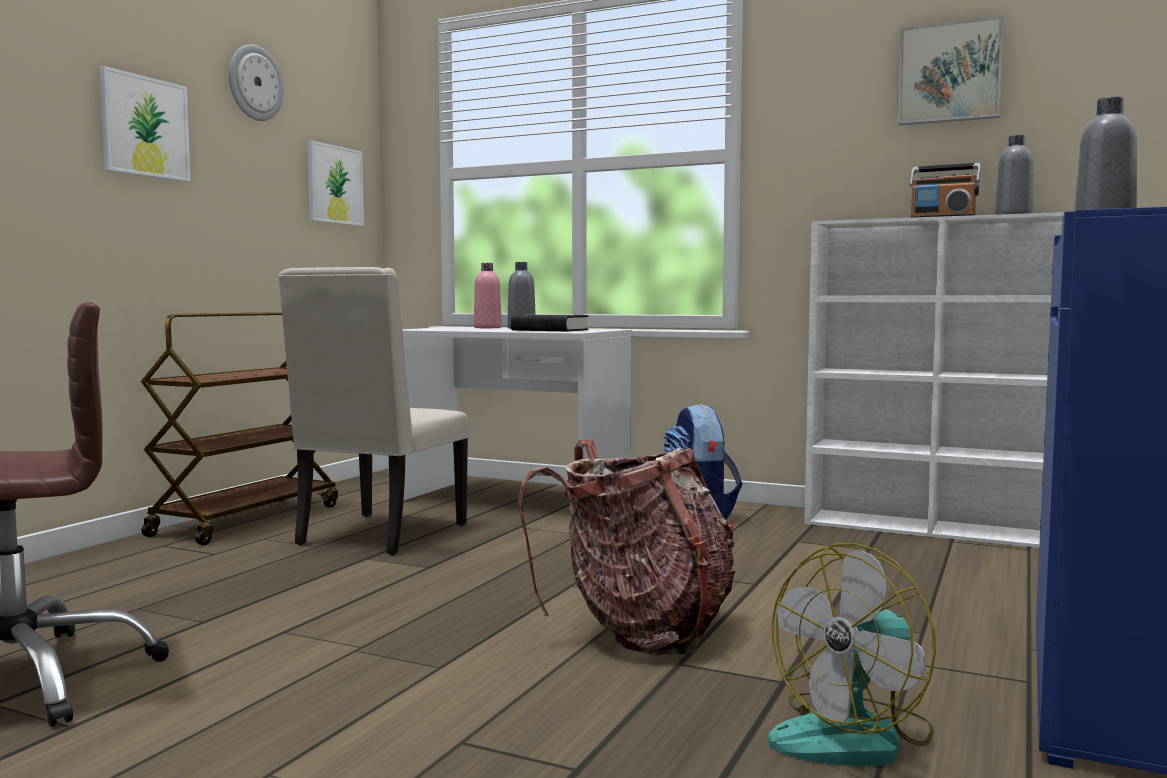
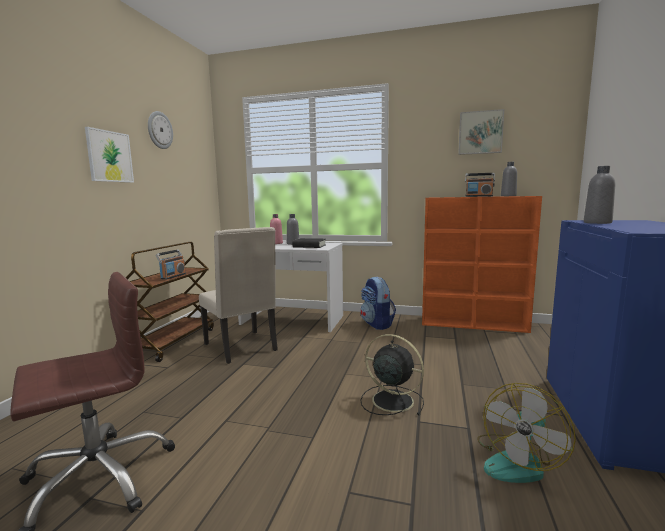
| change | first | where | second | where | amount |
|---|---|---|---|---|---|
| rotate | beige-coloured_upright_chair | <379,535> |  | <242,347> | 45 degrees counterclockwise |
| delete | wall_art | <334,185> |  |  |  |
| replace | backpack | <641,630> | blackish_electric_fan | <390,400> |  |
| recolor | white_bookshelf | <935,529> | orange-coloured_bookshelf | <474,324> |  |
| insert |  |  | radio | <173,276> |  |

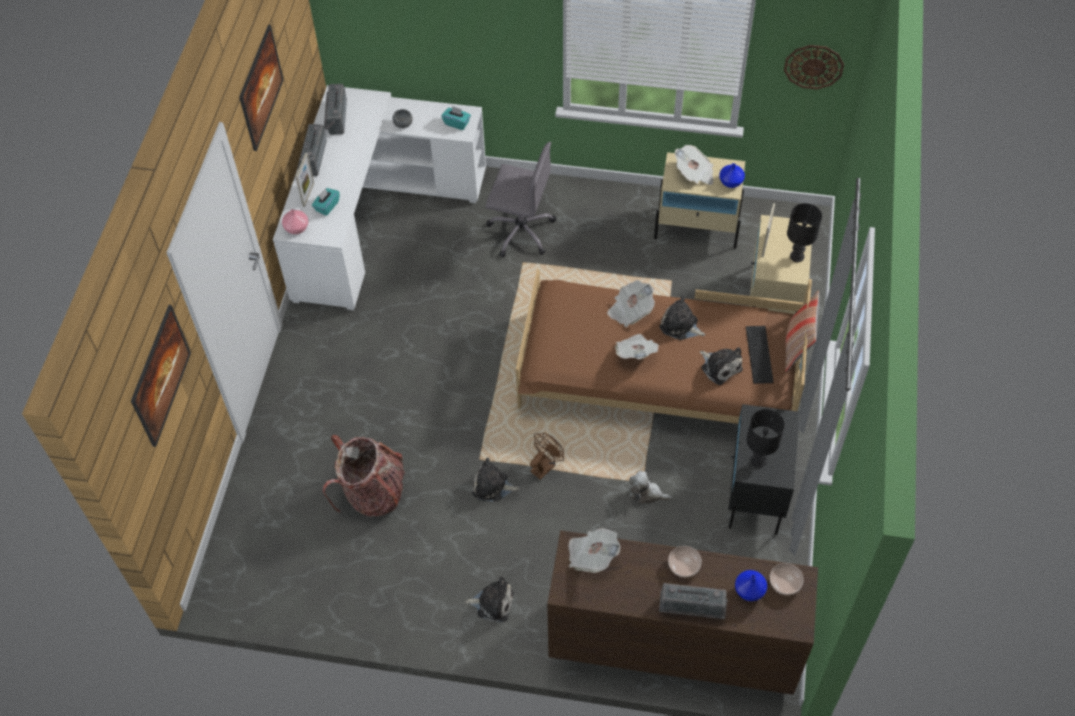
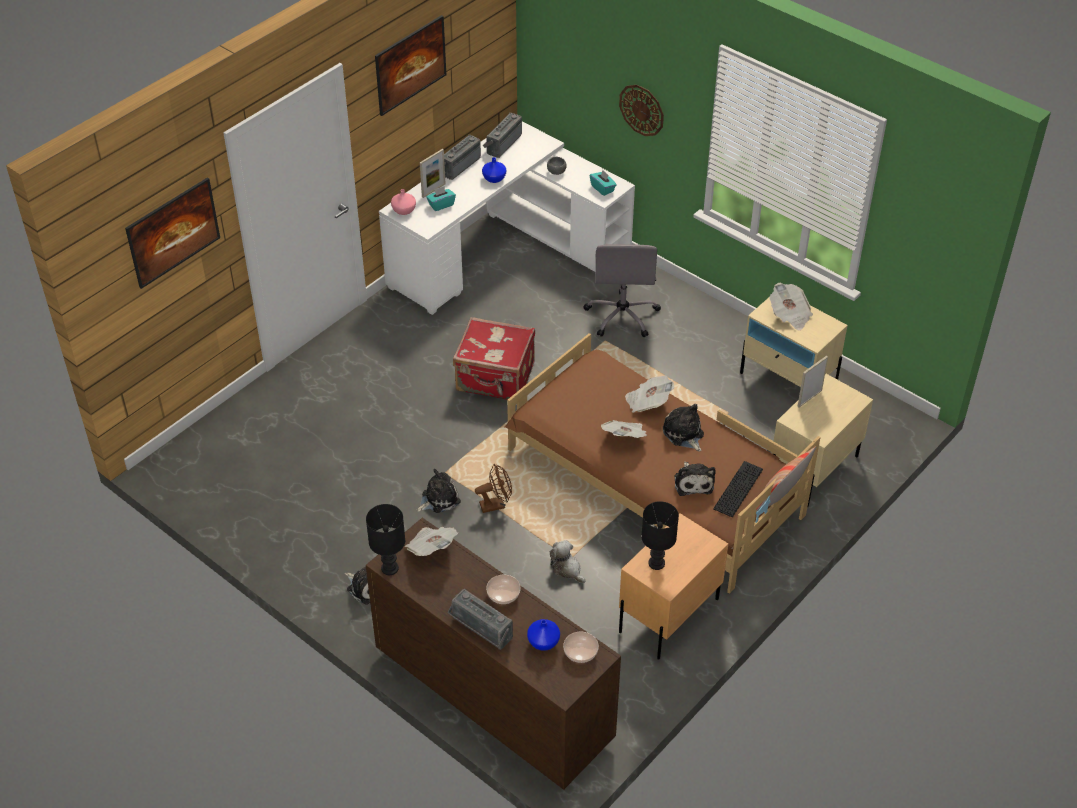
| change | first | where | second | where | amount |
|---|---|---|---|---|---|
| delete | backpack | <372,493> |  |  |  |
| rotate | plush_toy | <492,486> |  | <438,498> | 105 degrees clockwise |
| rotate | greyish_office_chair | <520,231> |  | <622,315> | 45 degrees clockwise |
| move | blue_decorative_vase | <730,182> |  | <494,178> |  |
| recolor | blackish_nightstand | <756,491> | beige-coloured_nightstand | <668,615> |  |
| move | clock_on_the_wall | <813,66> |  | <642,110> |  |
| move | blackish_lamp_for_a_table | <796,257> |  | <389,568> |  |
| insert |  |  | reddish_piece_of_luggage | <495,378> |  |

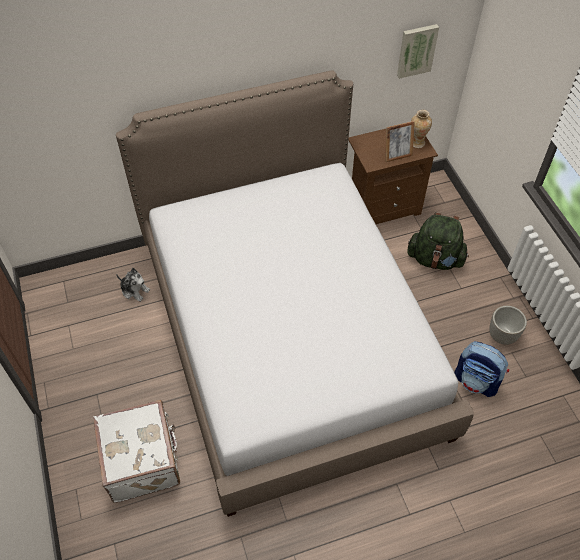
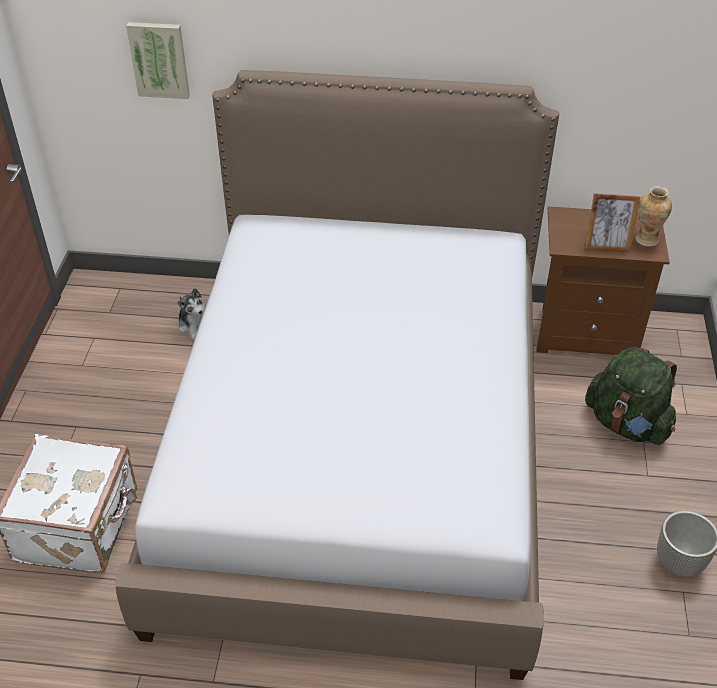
| change | first | where | second | where | amount |
|---|---|---|---|---|---|
| move | wall_art | <416,50> |  | <159,59> |  |
| delete | backpack | <476,381> |  |  |  |

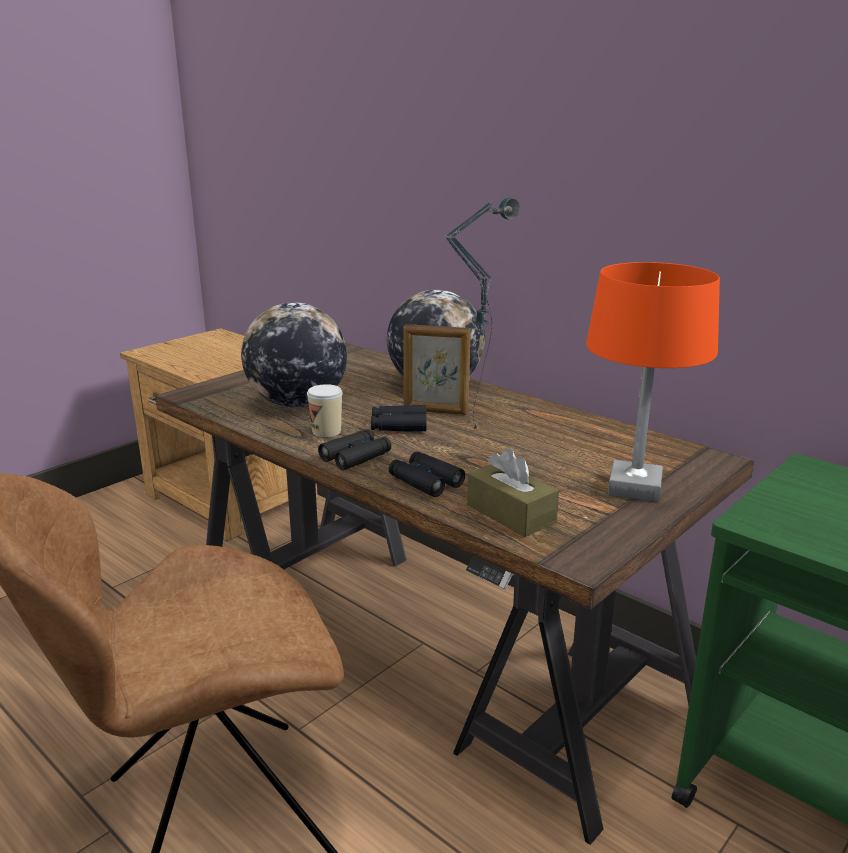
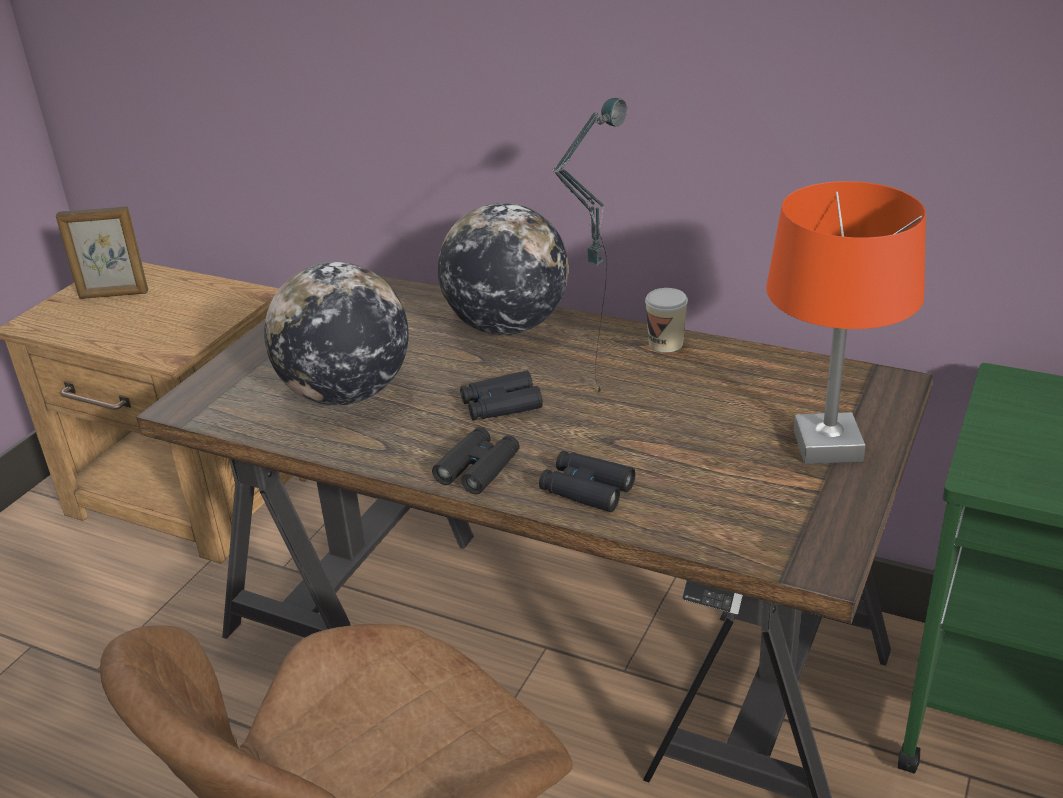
| change | first | where | second | where | amount |
|---|---|---|---|---|---|
| move | cup | <326,431> |  | <665,343> |  |
| move | standing_frame | <435,411> |  | <114,295> |  |
| delete | brown-coloured_tissue_holder | <510,513> |  |  |  |

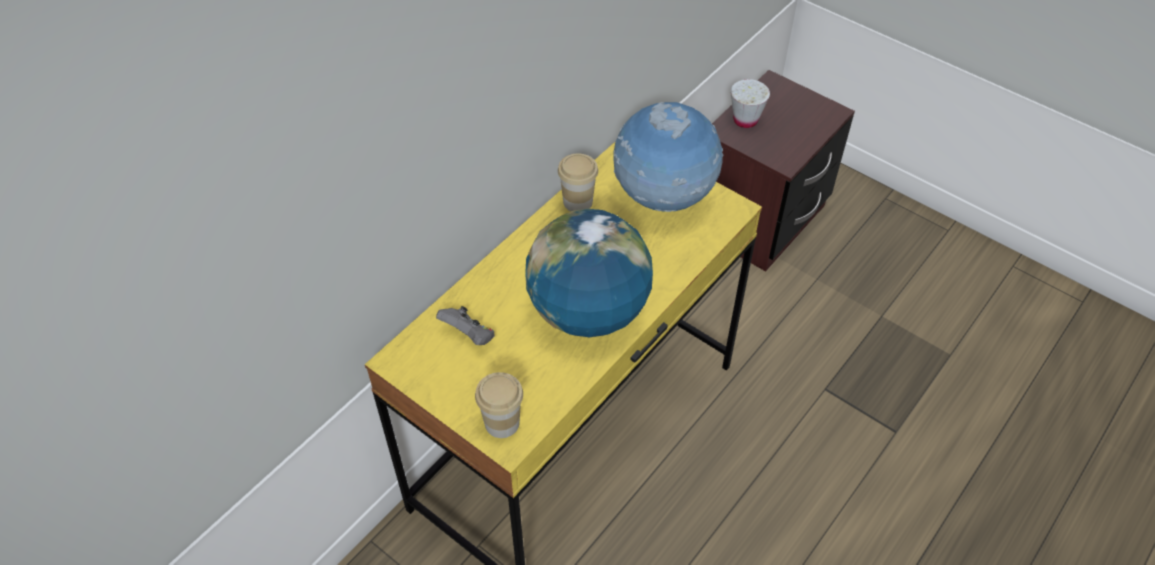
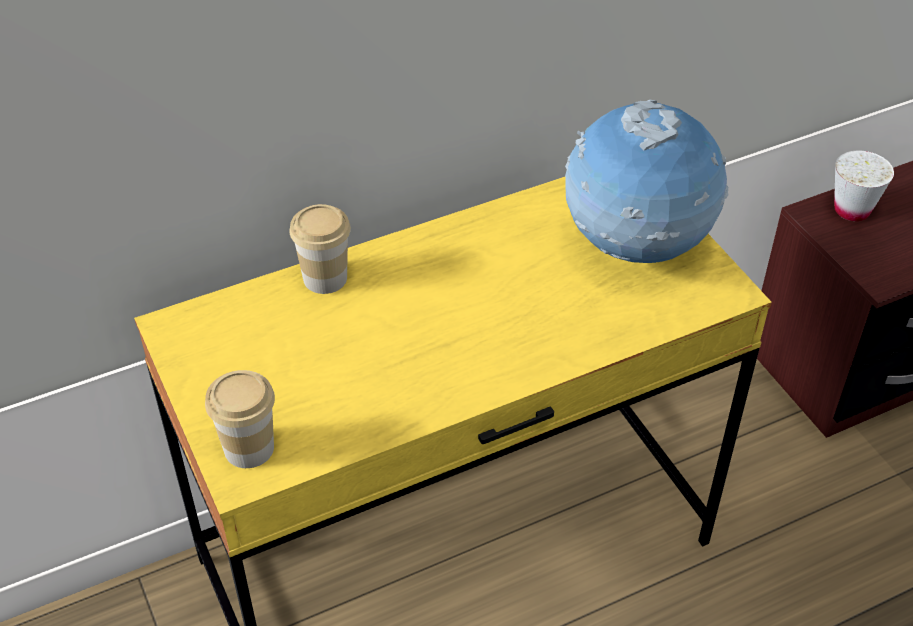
| change | first | where | second | where | amount |
|---|---|---|---|---|---|
| delete | greyish_gamepad | <469,336> |  |  |  |
| delete | globe | <588,312> |  |  |  |
| move | cup | <578,202> |  | <325,278> |  |

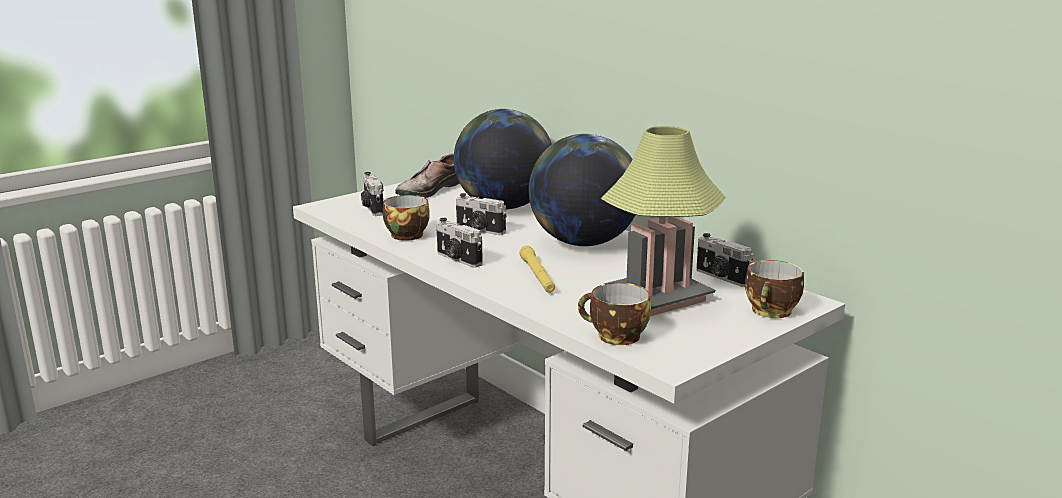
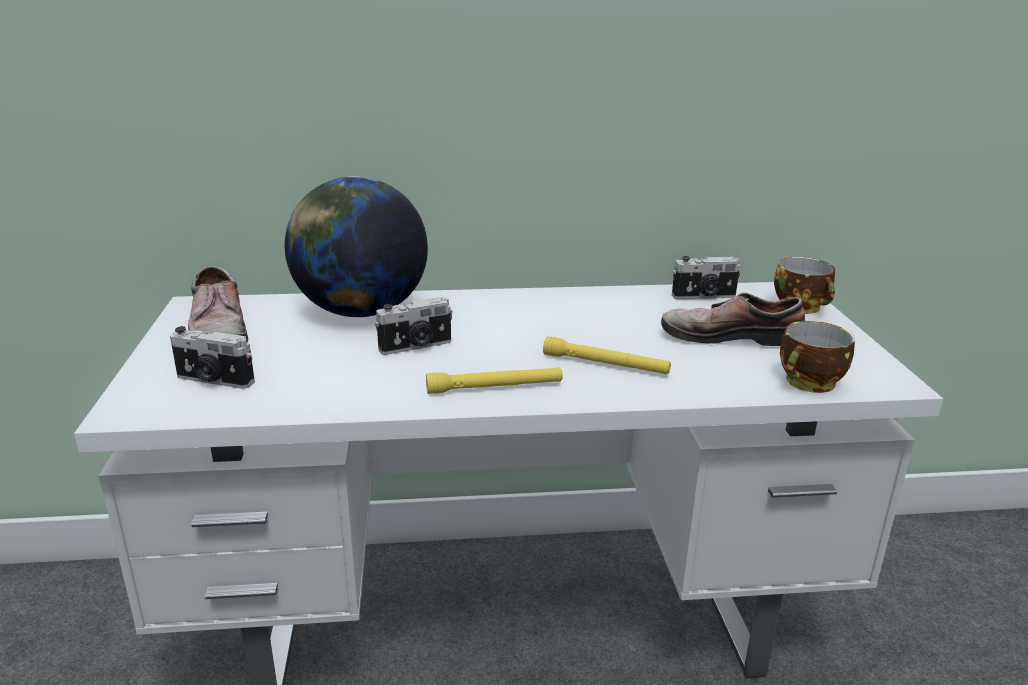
| change | first | where | second | where | amount |
|---|---|---|---|---|---|
| delete | cup | <406,234> |  |  |  |
| replace | still_camera | <458,259> | yellowish_hand_torch | <494,388> |  |
| delete | globe | <583,242> |  |  |  |
| replace | lamp_for_a_table | <658,298> | shoe | <728,335> |  |

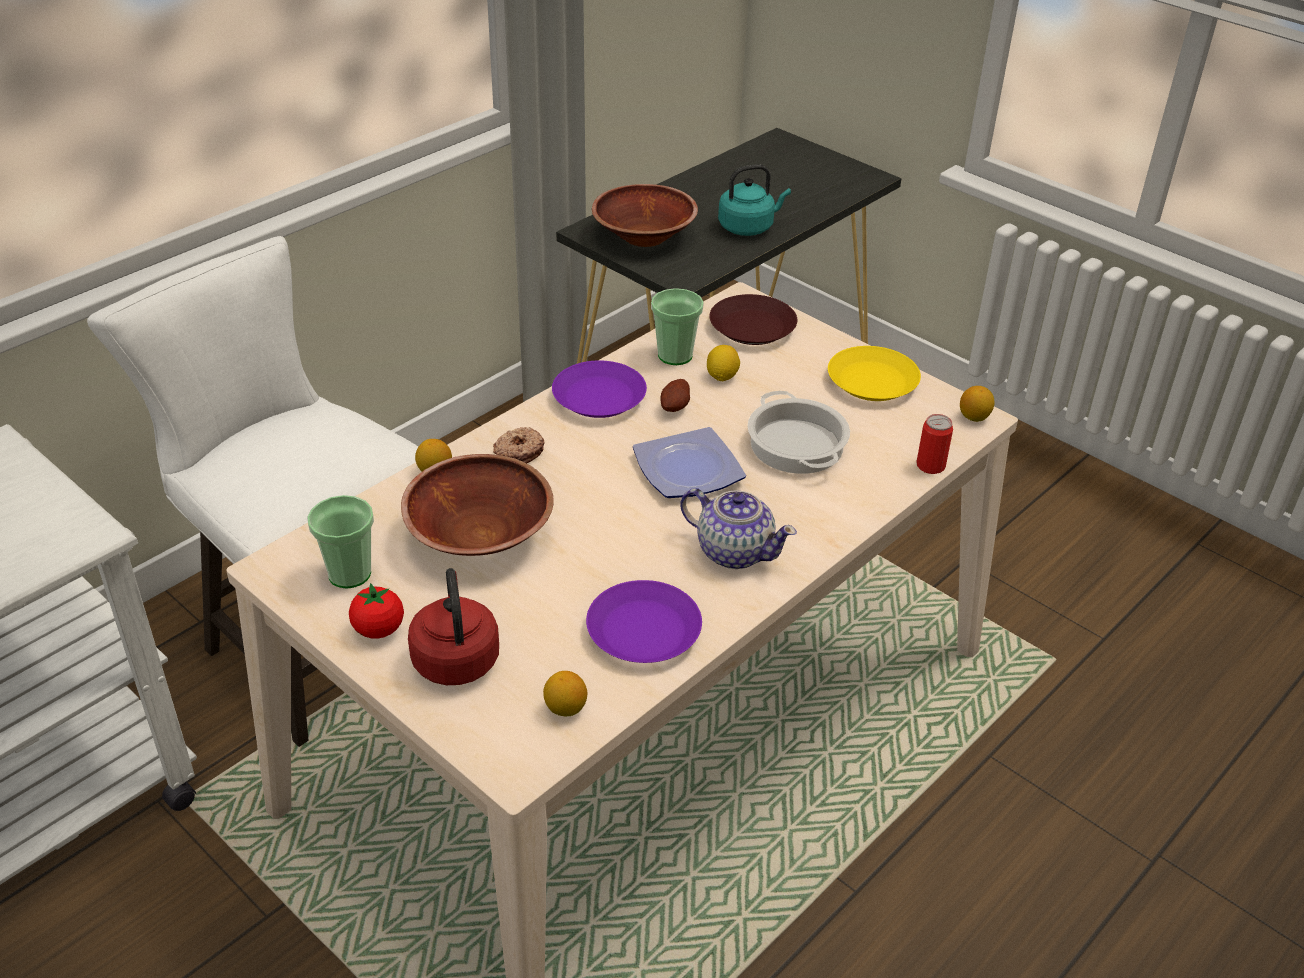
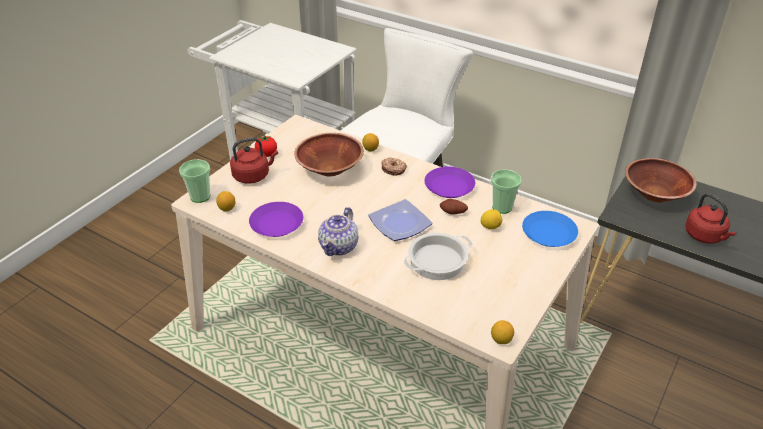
| change | first | where | second | where | amount |
|---|---|---|---|---|---|
| move | cup | <349,574> |  | <200,196> |  |
| recolor | brown-coloured_flat_dish | <753,327> | blue_flat_dish | <549,233> |  |
| recolor | turquoise_tea_kettle | <748,227> | reddish_tea_kettle | <705,236> |  |
| delete | yellowish_flat_dish | <871,382> |  |  |  |
| delete | sealed_can | <930,466> |  |  |  |

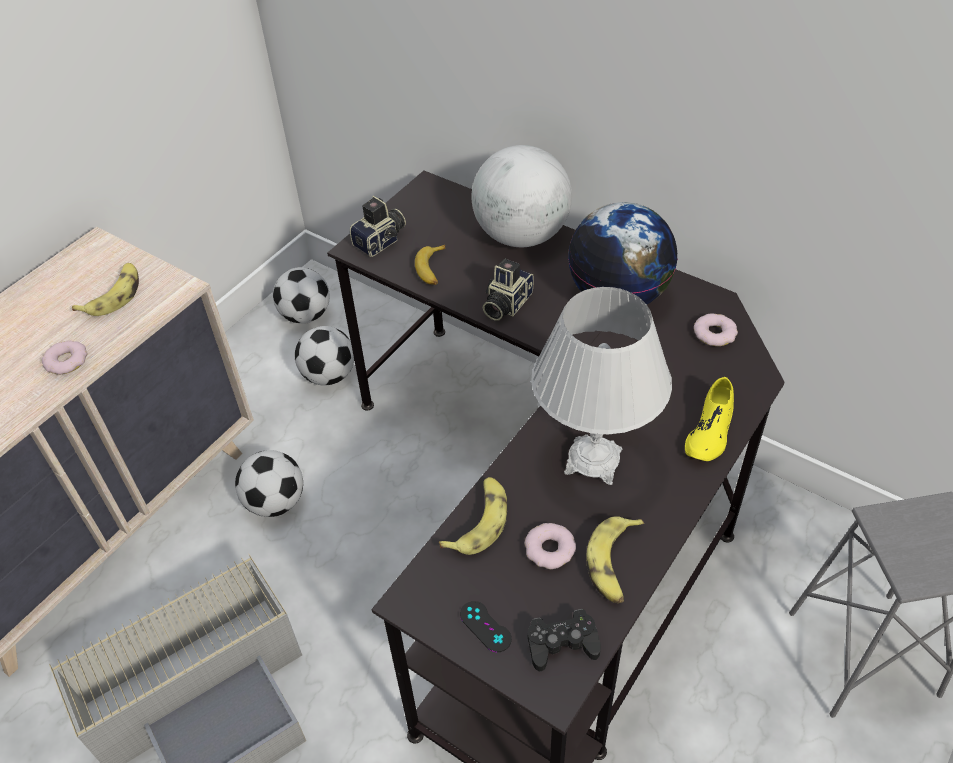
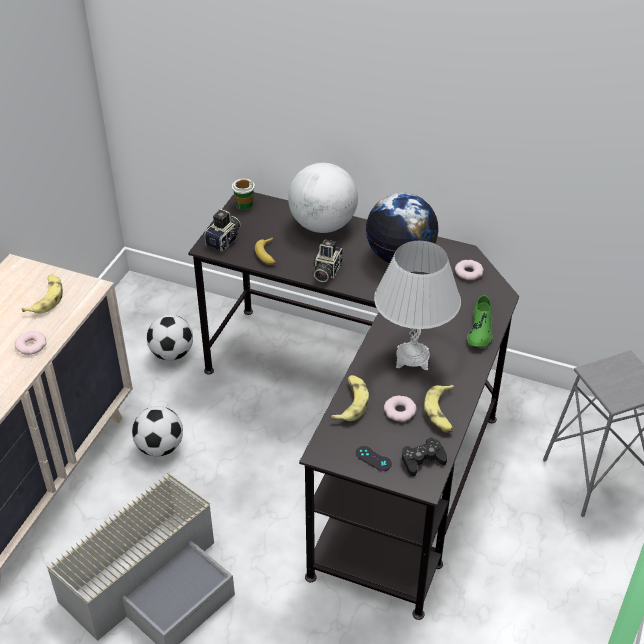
| change | first | where | second | where | amount |
|---|---|---|---|---|---|
| delete | football_ball | <306,315> |  |  |  |
| recolor | yellowish_shoe | <710,430> | greenish_shoe | <480,330> |  |
| insert |  |  | cup | <244,204> |  |

